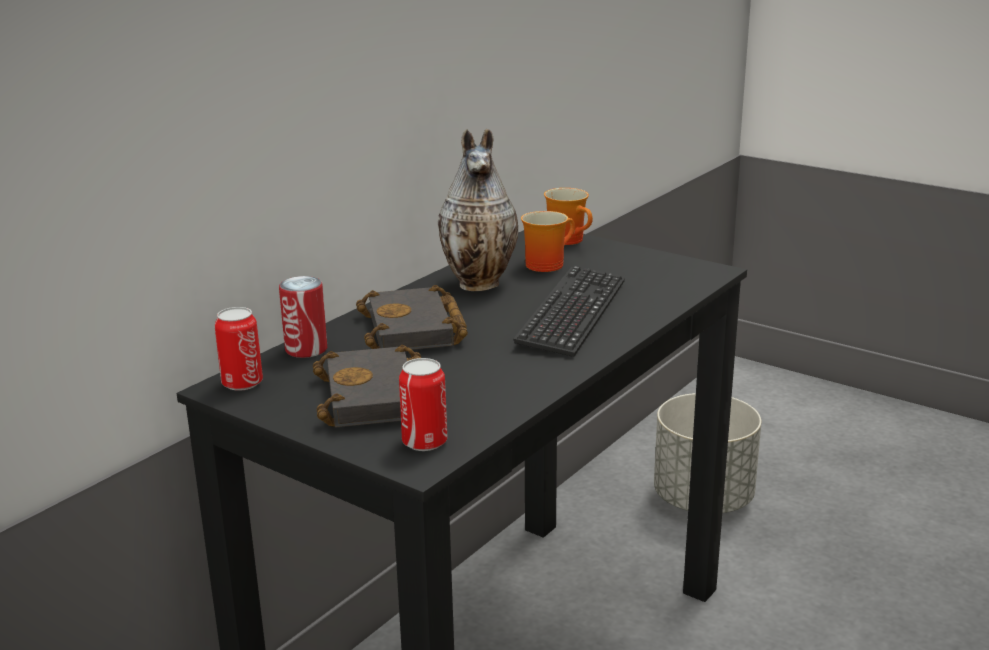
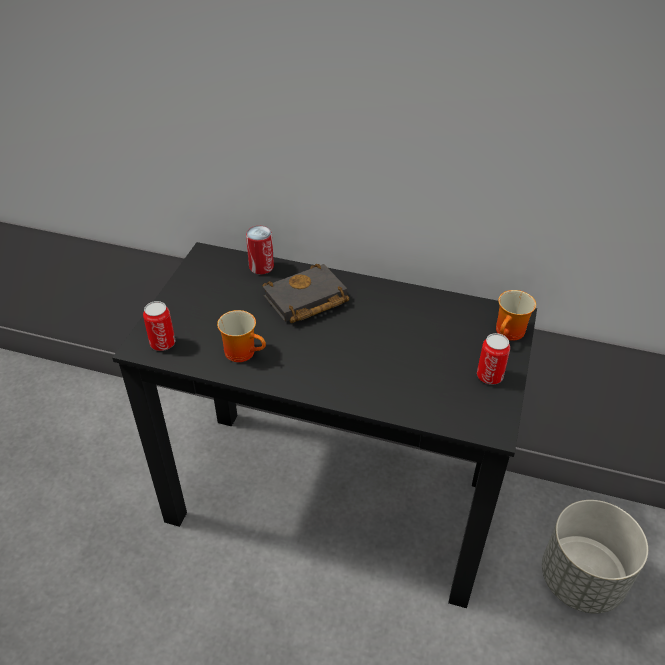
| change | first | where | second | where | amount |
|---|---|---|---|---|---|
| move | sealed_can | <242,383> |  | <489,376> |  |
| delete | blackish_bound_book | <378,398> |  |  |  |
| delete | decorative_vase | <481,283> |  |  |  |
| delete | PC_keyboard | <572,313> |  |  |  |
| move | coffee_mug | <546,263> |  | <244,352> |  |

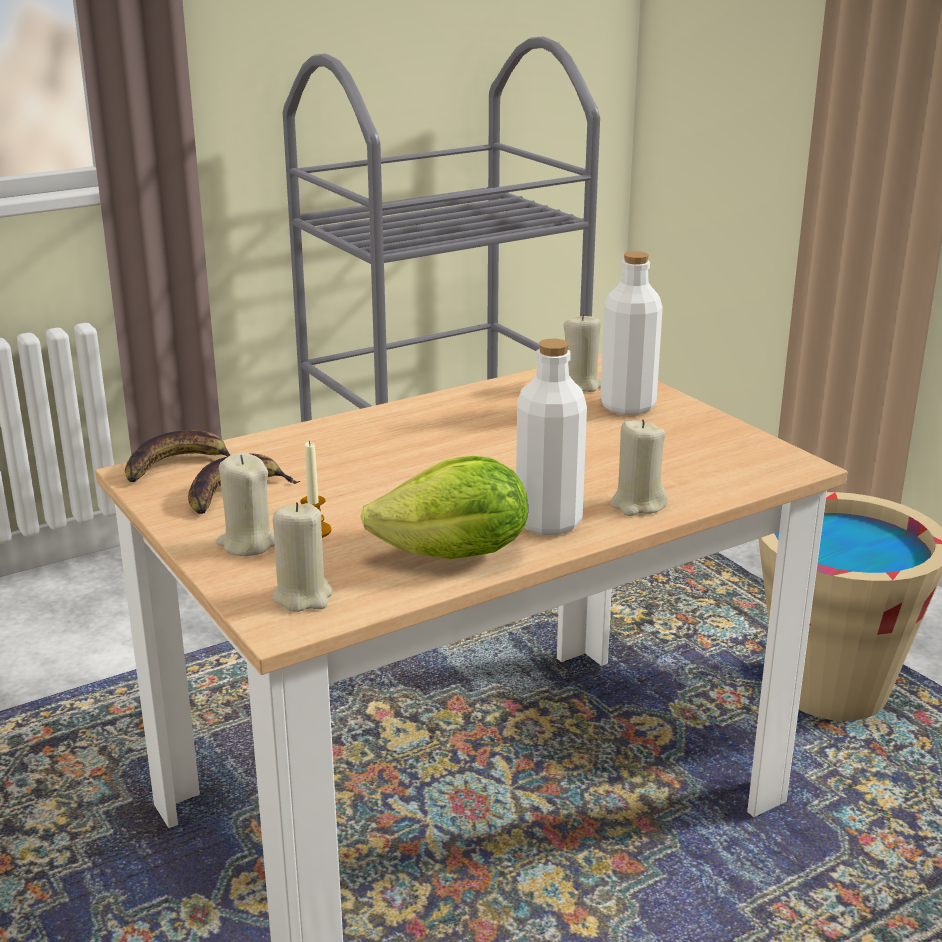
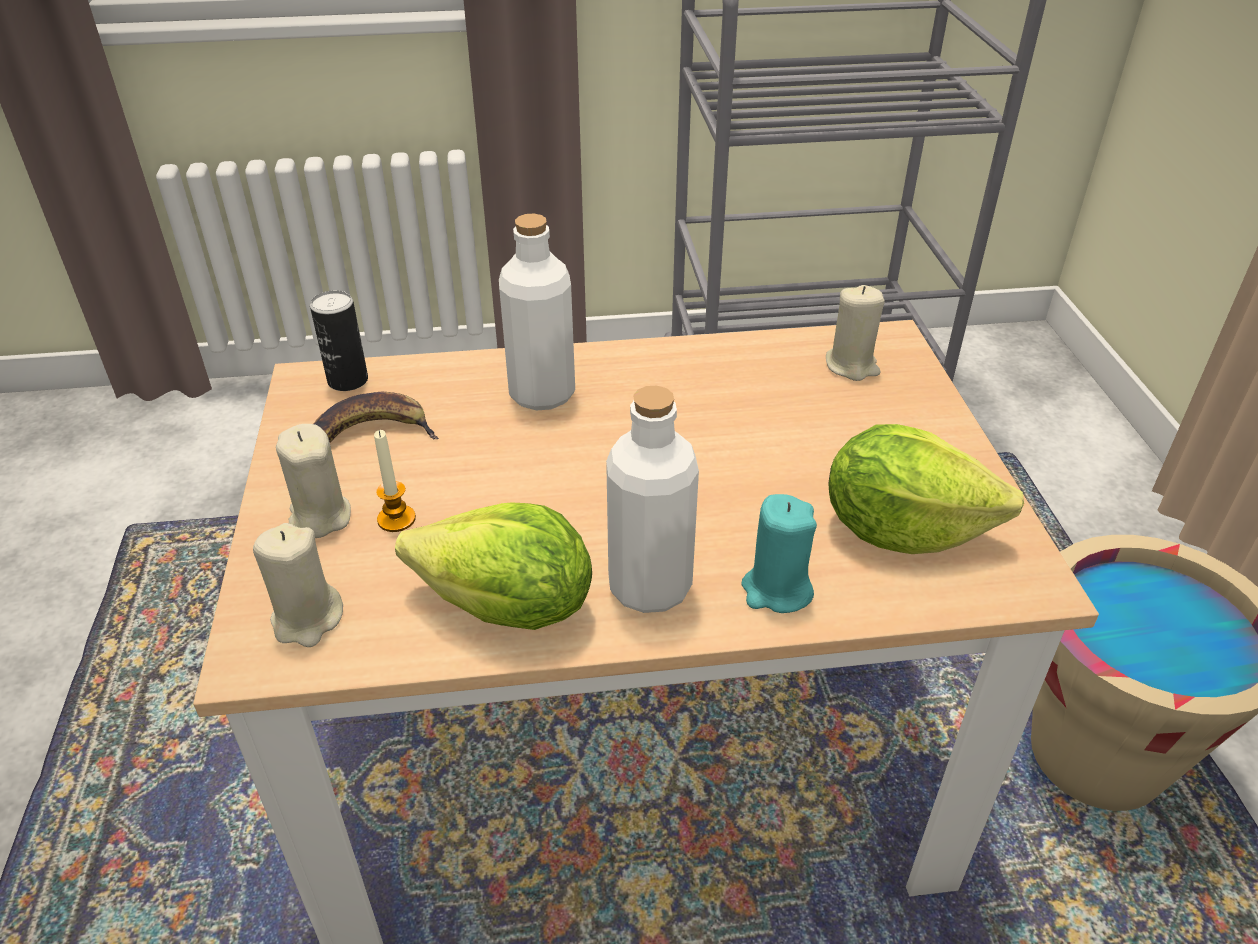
| change | first | where | second | where | amount |
|---|---|---|---|---|---|
| replace | whole_banana | <178,466> | sealed_can | <348,380> |  |
| move | white_beverage_bottle | <627,406> |  | <542,394> |  |
| recolor | beige-coloured_candle | <637,504> | turquoise_candle | <776,590> |  |
| insert |  |  | lettuce | <902,529> |  |

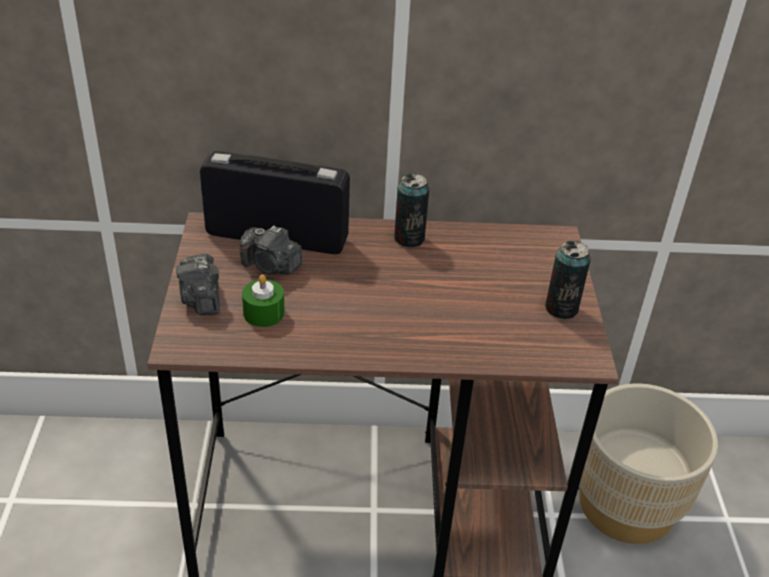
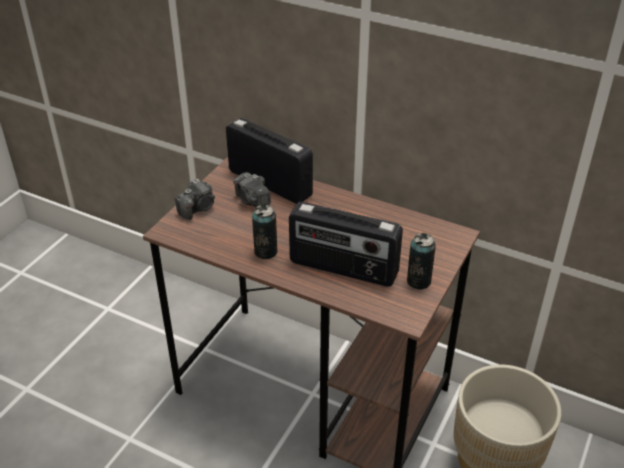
| change | first | where | second | where | amount |
|---|---|---|---|---|---|
| rotate | still_camera | <202,299> |  | <198,208> | 150 degrees counterclockwise |
| delete | greenish_candle | <263,313> |  |  |  |
| move | sealed_can | <409,238> |  | <265,251> |  |
| insert |  |  | radio | <343,269> |  |

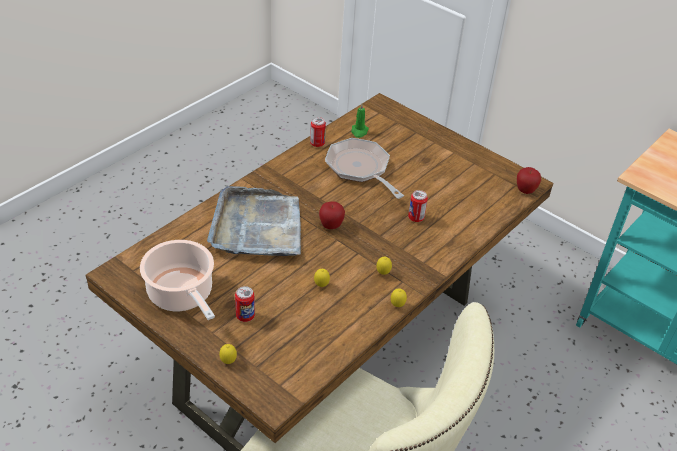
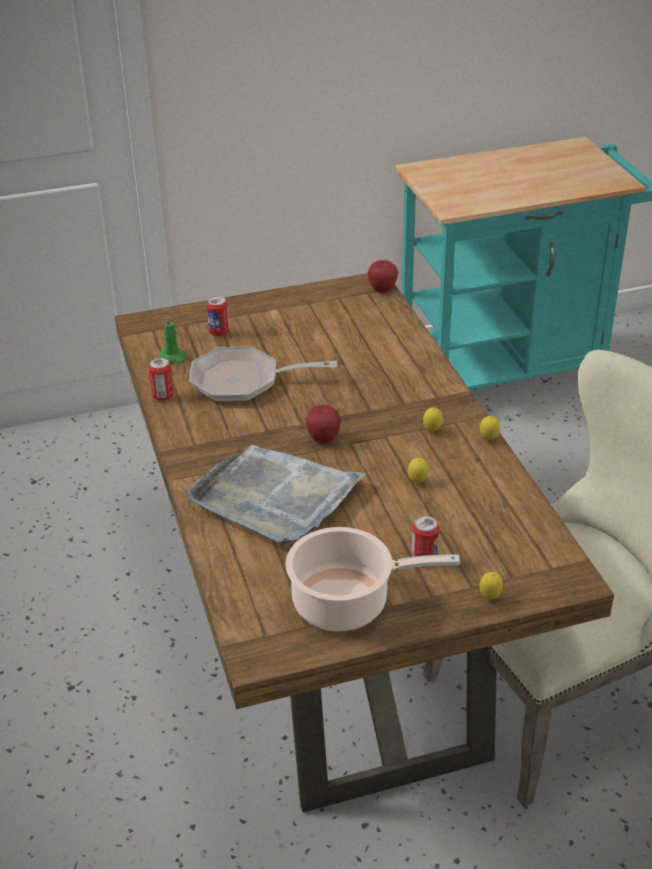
| change | first | where | second | where | amount |
|---|---|---|---|---|---|
| move | sealed_can | <416,218> |  | <219,332> |  |

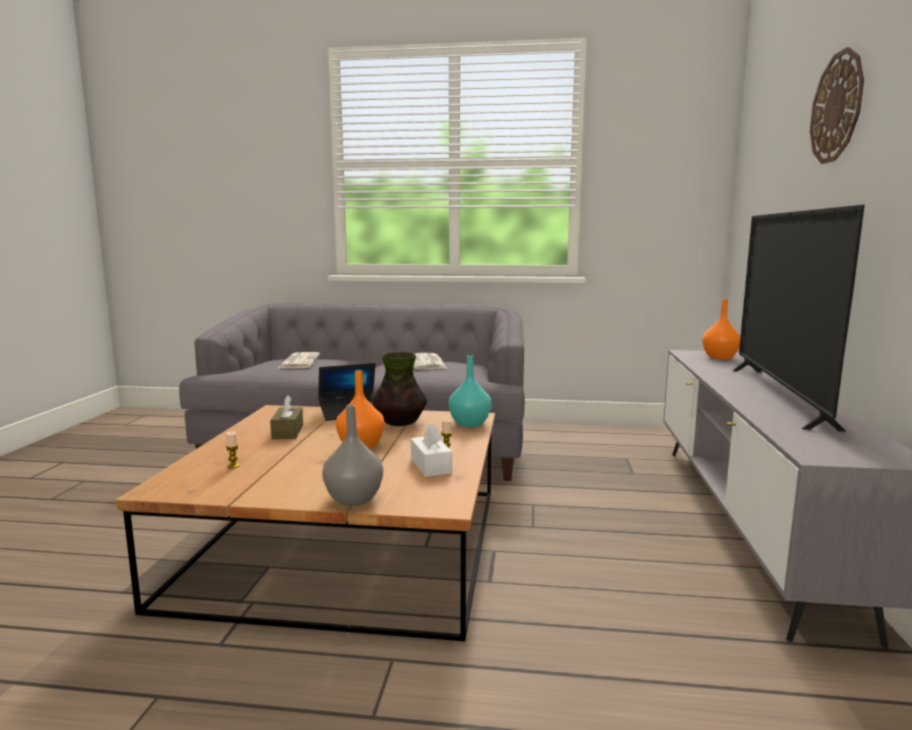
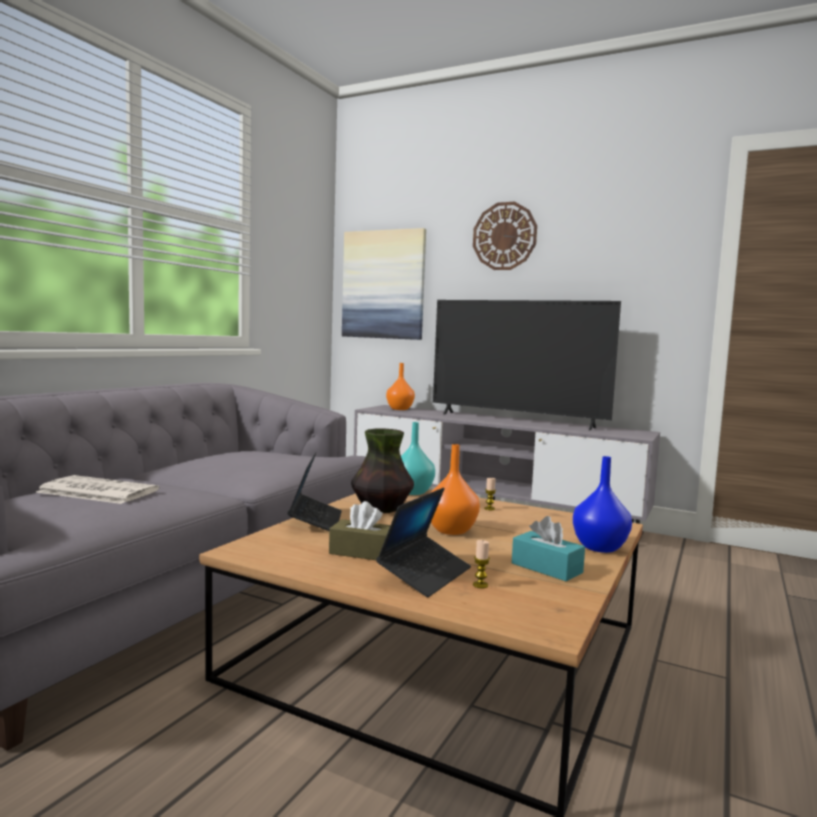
| change | first | where | second | where | amount |
|---|---|---|---|---|---|
| recolor | greyish_decorative_vase | <355,499> | blue_decorative_vase | <600,547> |  |
| delete | white_tissue_holder | <431,466> |  |  |  |
| delete | newspaper | <428,363> |  |  |  |
| insert |  |  | wall_art | <383,285> |  |
| insert |  |  | portable_computer | <425,574> |  |
| insert |  |  | turquoise_tissue_holder | <546,568> |  |

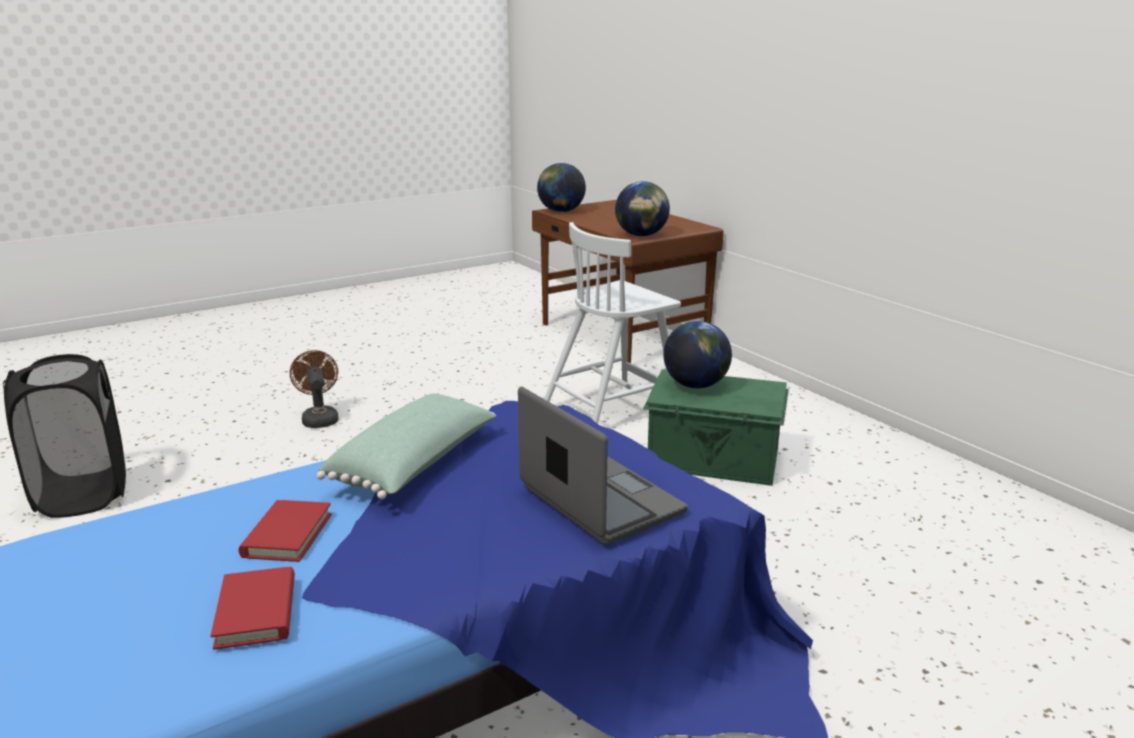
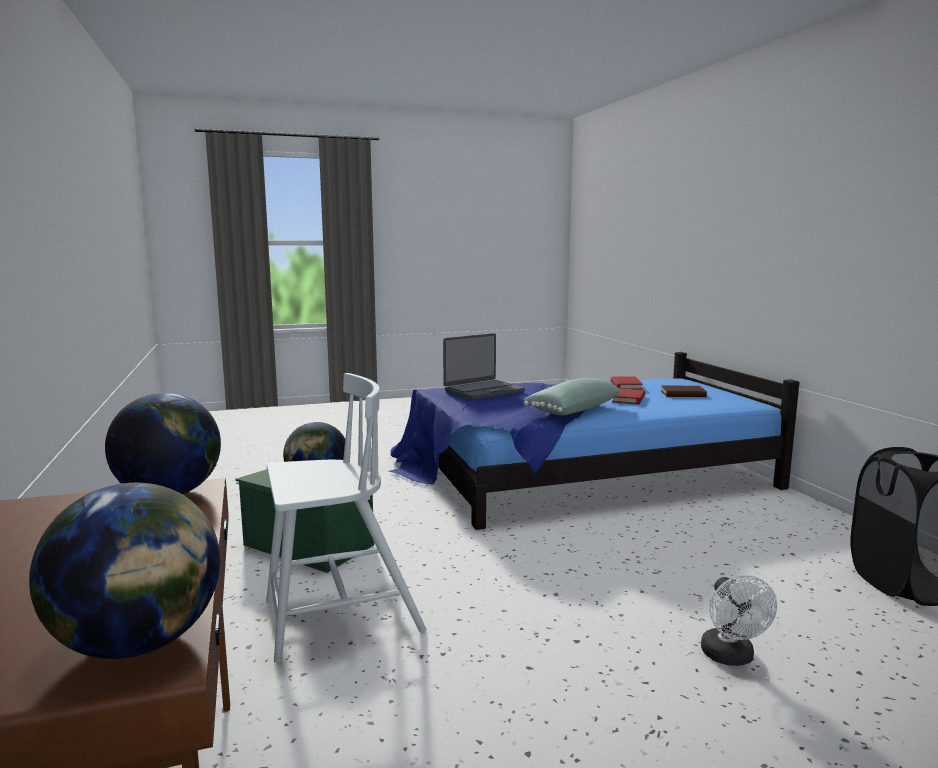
| change | first | where | second | where | amount |
|---|---|---|---|---|---|
| recolor | brown-coloured_electric_fan | <319,418> | white_electric_fan | <731,658> |  |
| rotate | portable_computer | <600,501> |  | <483,391> | 105 degrees counterclockwise |
| insert |  |  | brown-coloured_bound_book | <683,394> |  |

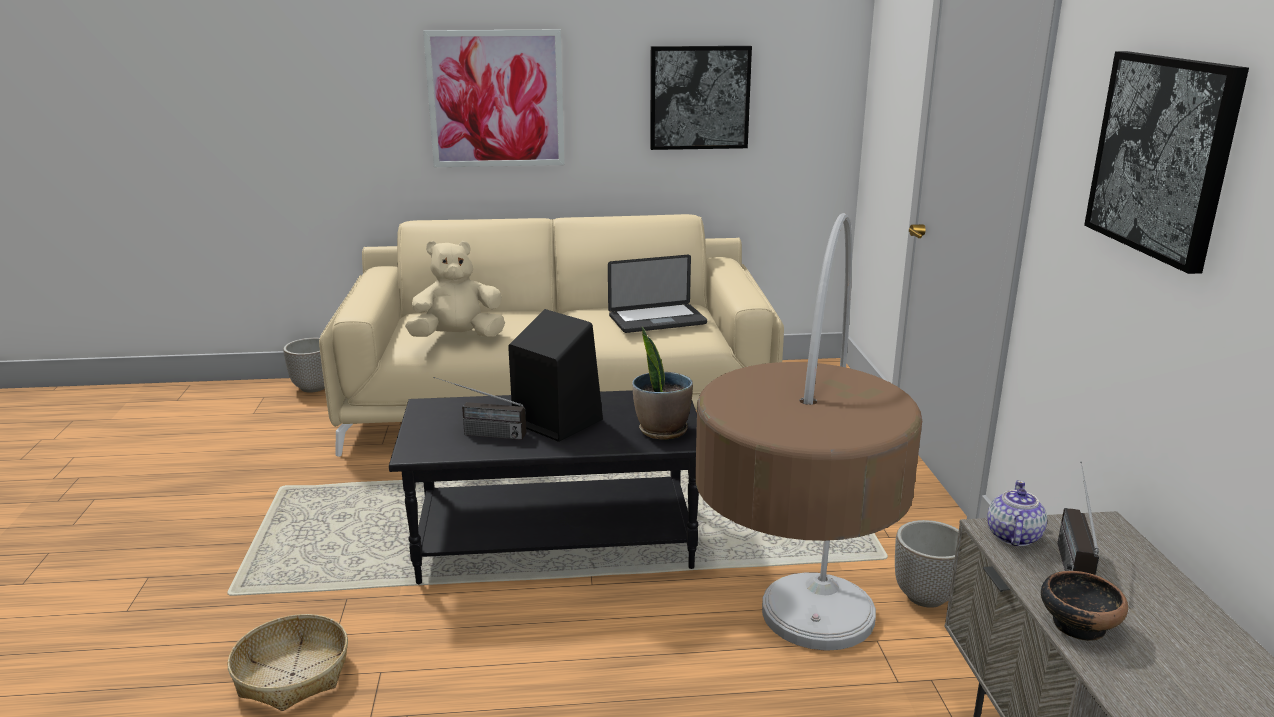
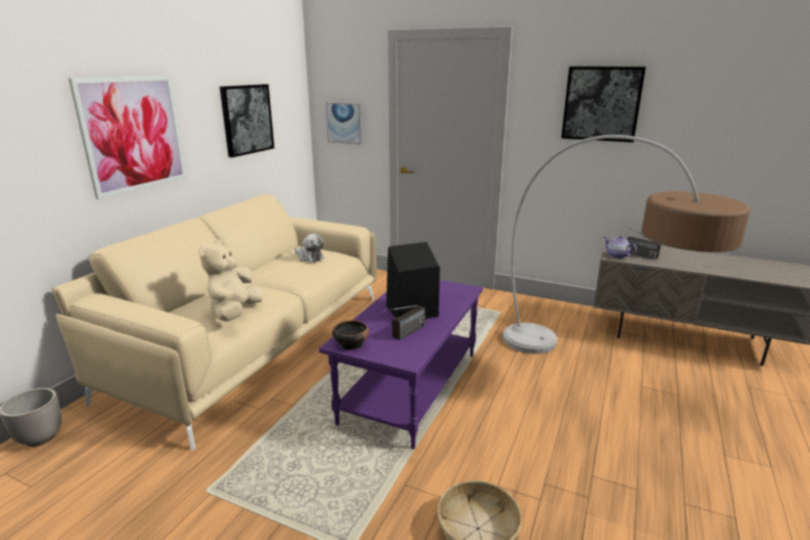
| change | first | where | second | where | amount |
|---|---|---|---|---|---|
| recolor | blackish_low_table | <556,540> | purple-coloured_low_table | <410,386> |  |
| replace | portable_computer | <657,320> | plush_toy | <309,257> |  |
| delete | plant_in_a_pot | <661,430> |  |  |  |
| delete | plant_pot | <925,596> |  |  |  |
| move | serving_bowl | <1078,625> |  | <351,344> |  |
| insert |  |  | wall_art | <344,123> |  |

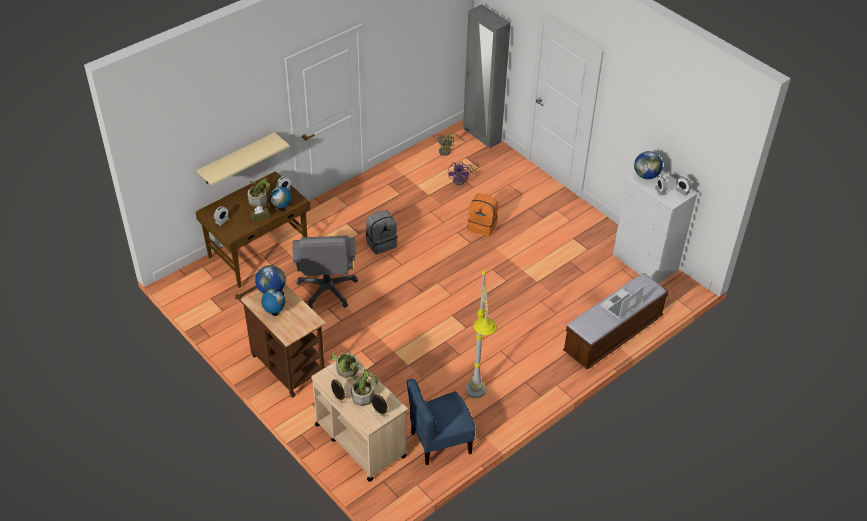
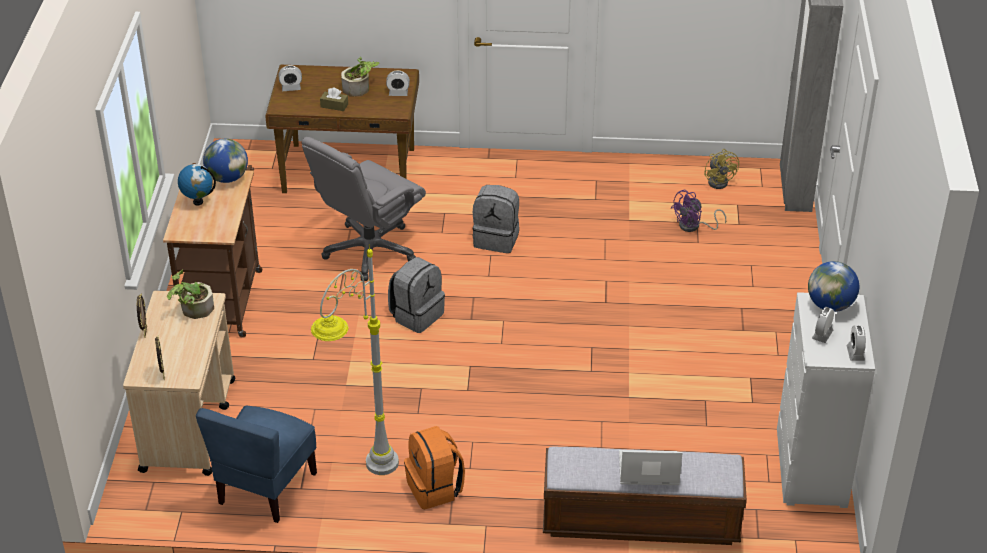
| change | first | where | second | where | amount |
|---|---|---|---|---|---|
| delete | beige-coloured_bracket_shelf | <237,159> |  |  |  |
| delete | globe | <282,209> |  |  |  |
| delete | plant_in_a_pot | <364,394> |  |  |  |
| rotate | blue_upright_chair | <440,442> |  | <266,488> | 90 degrees counterclockwise |
| move | orange-coloured_backpack | <483,226> |  | <435,488> |  |
| insert |  |  | greyish_backpack | <416,315> |  |

